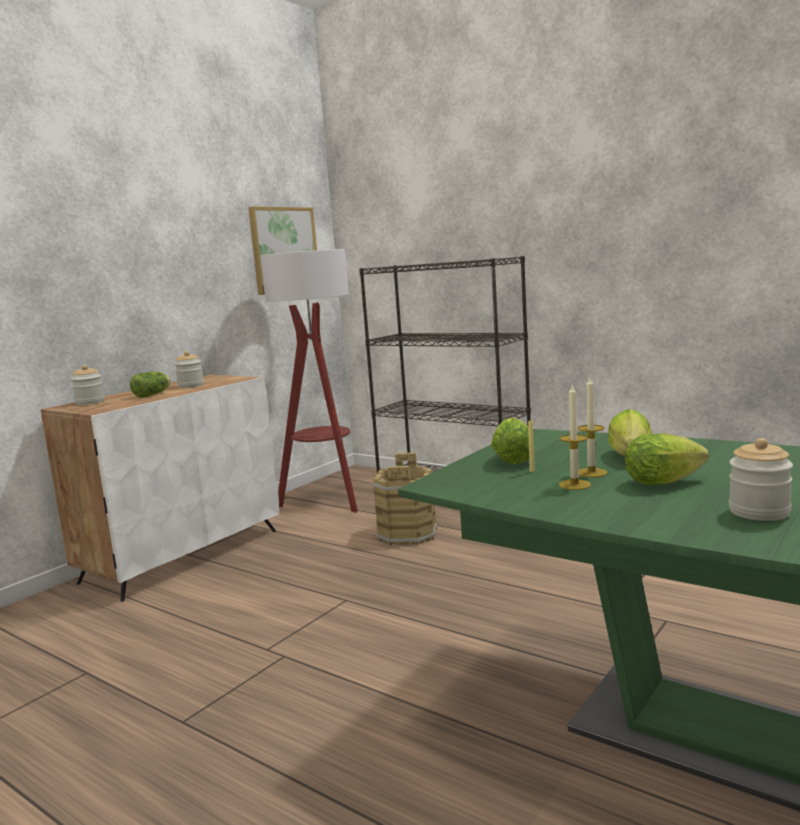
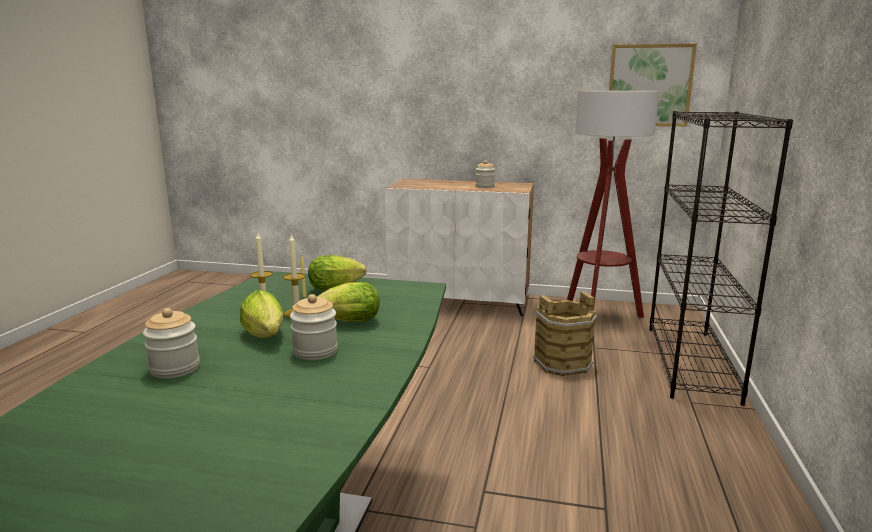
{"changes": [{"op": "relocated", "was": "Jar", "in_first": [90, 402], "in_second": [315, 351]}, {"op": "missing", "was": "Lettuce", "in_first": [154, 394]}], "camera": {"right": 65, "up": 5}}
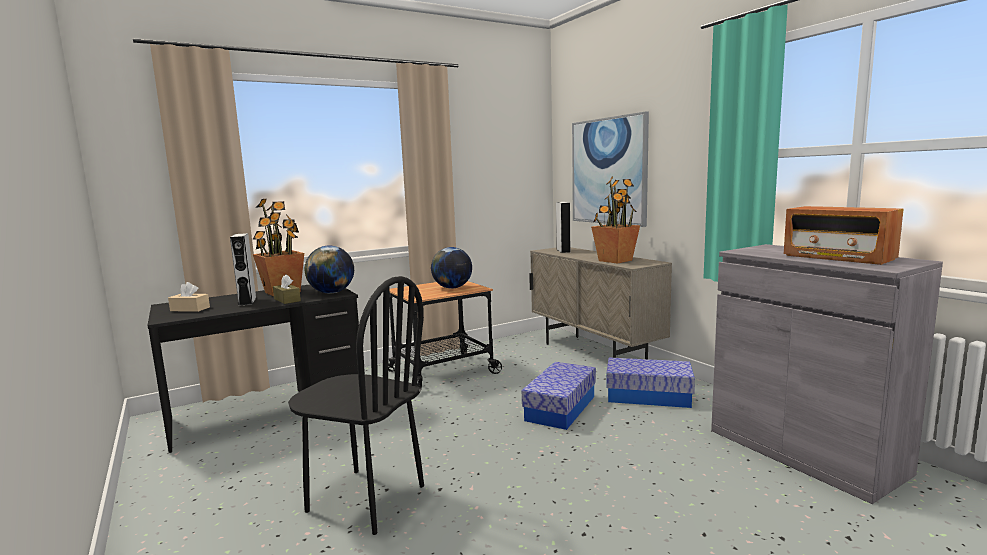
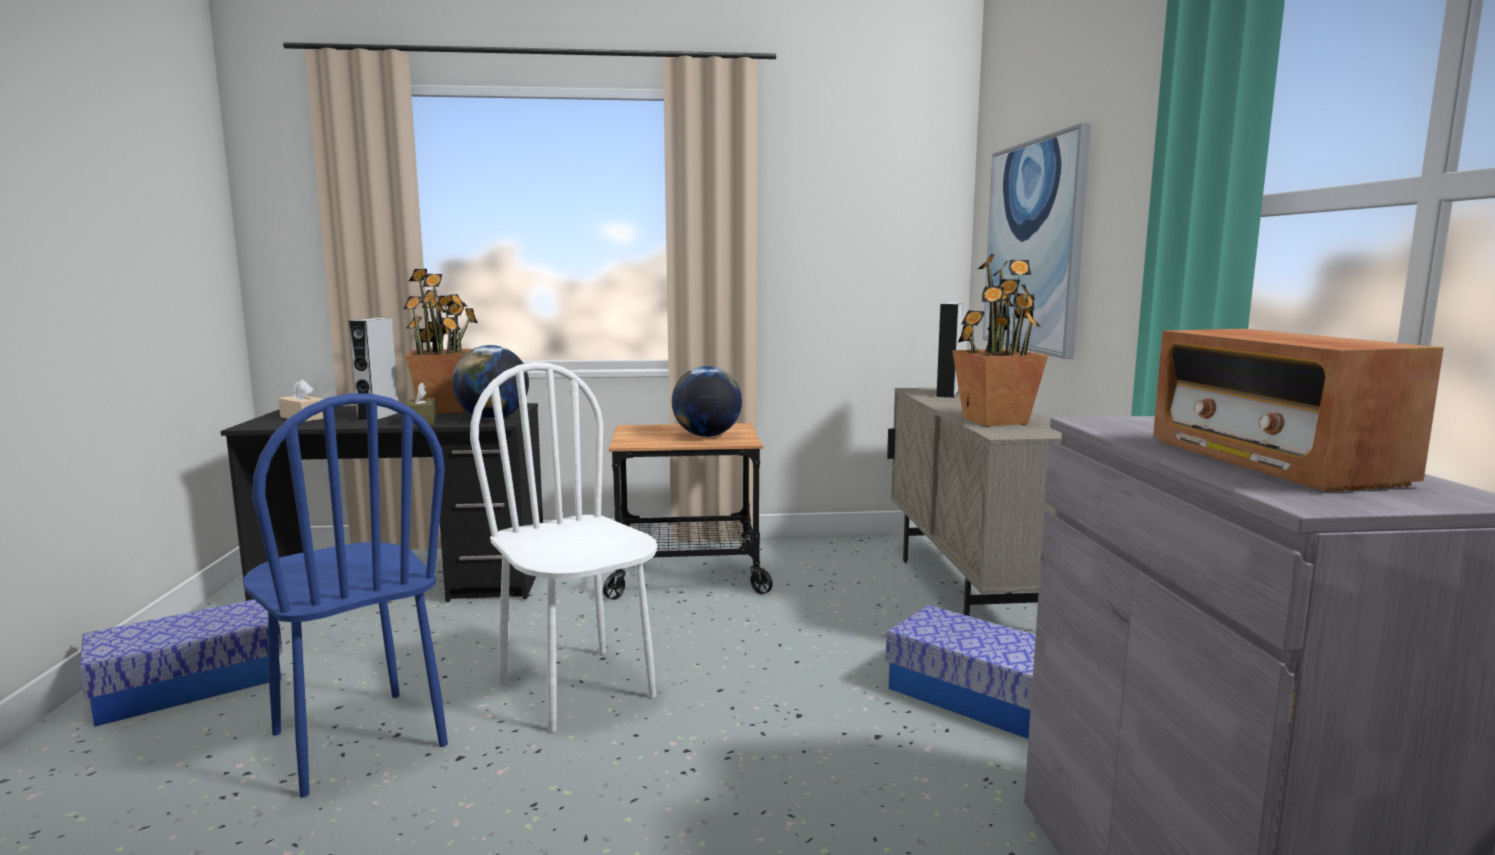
{"changes": [{"op": "colour", "was": "BlackChair", "now": "BlueChair", "in_first": [365, 499], "in_second": [357, 740]}, {"op": "relocated", "was": "StorageBox", "in_first": [560, 408], "in_second": [189, 685]}, {"op": "appeared", "now": "WhiteChair", "in_second": [578, 688]}], "camera": {"right": 25, "up": 0}}
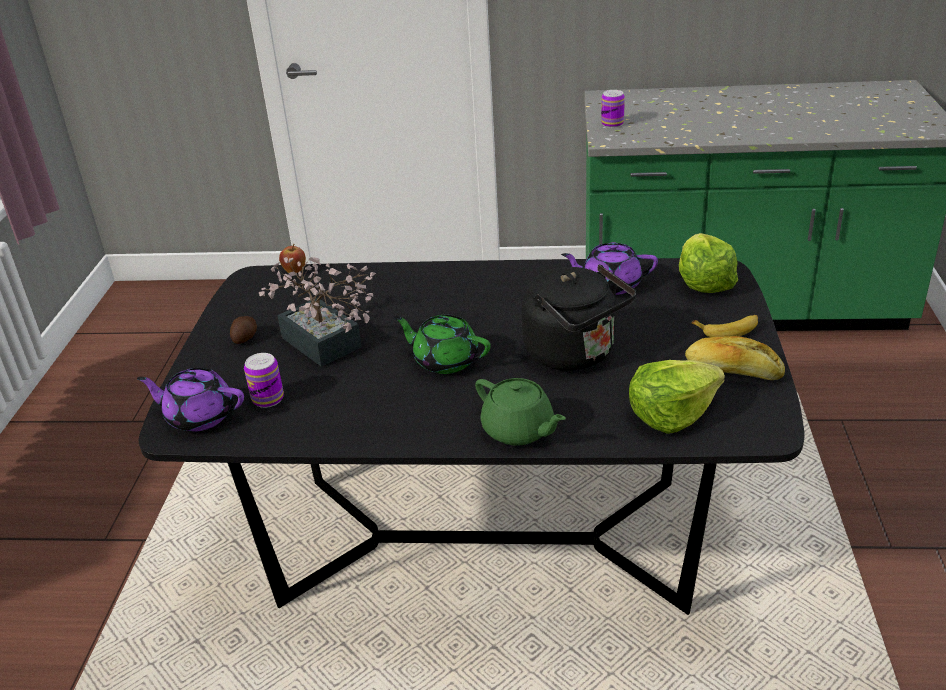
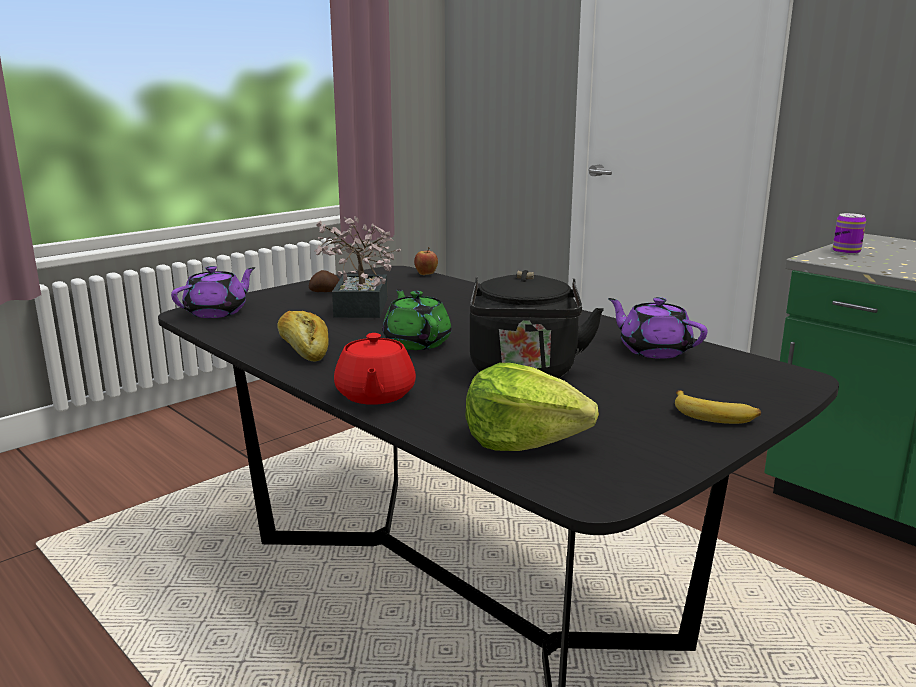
{"changes": [{"op": "missing", "was": "Lettuce", "in_first": [704, 282]}, {"op": "relocated", "was": "Bread", "in_first": [733, 371], "in_second": [304, 349]}, {"op": "missing", "was": "Can", "in_first": [268, 399]}, {"op": "spun", "was": "PurpleTeapot", "in_first": [199, 416], "in_second": [217, 312], "clockwise": 75}, {"op": "colour", "was": "GreenTeapot", "now": "RedTeapot", "in_first": [518, 430], "in_second": [375, 395]}], "camera": {"right": 40, "up": -15}}
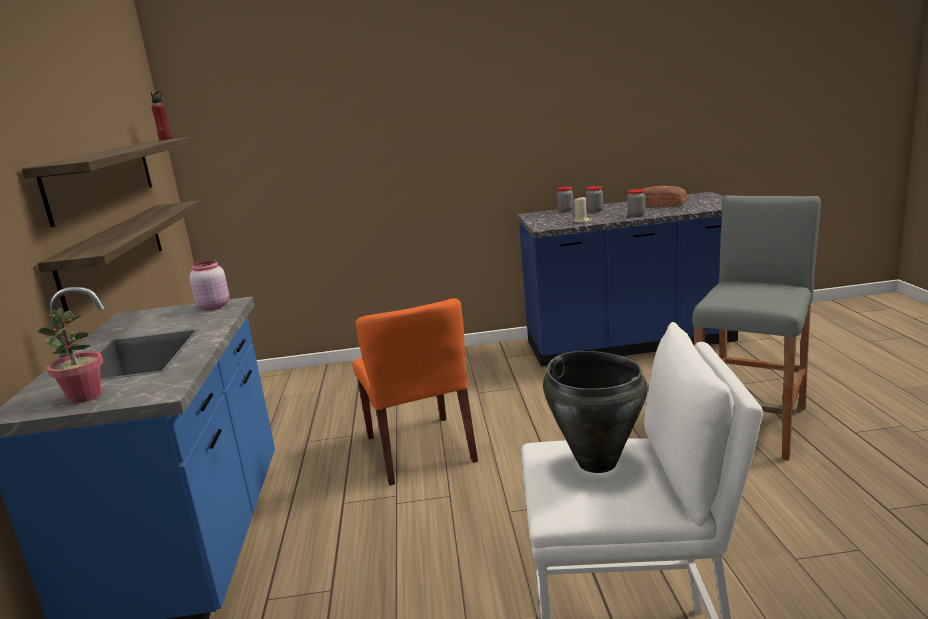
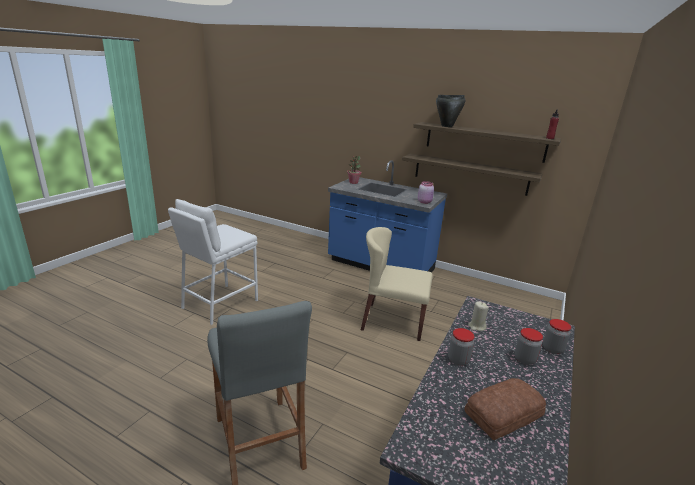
{"changes": [{"op": "colour", "was": "OrangeChair", "now": "BeigeChair", "in_first": [420, 449], "in_second": [392, 321]}, {"op": "relocated", "was": "BlackCookingPot", "in_first": [597, 462], "in_second": [447, 126]}], "camera": {"right": 120, "up": 5}}
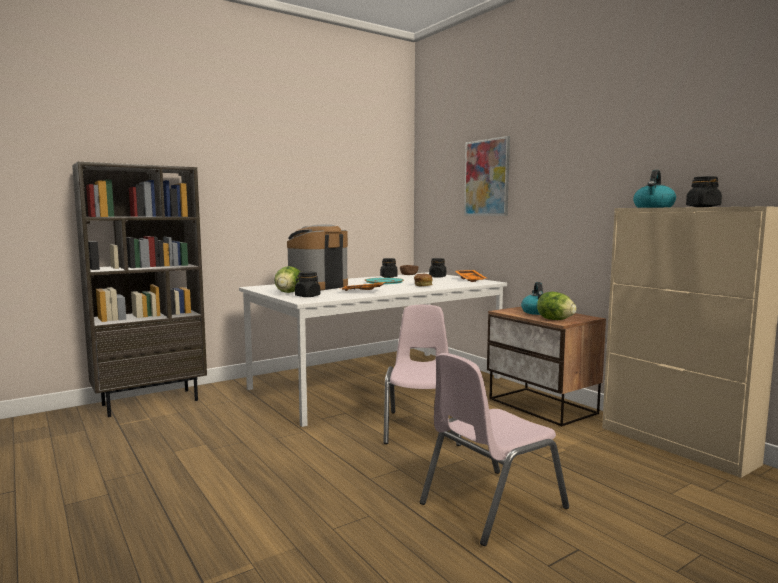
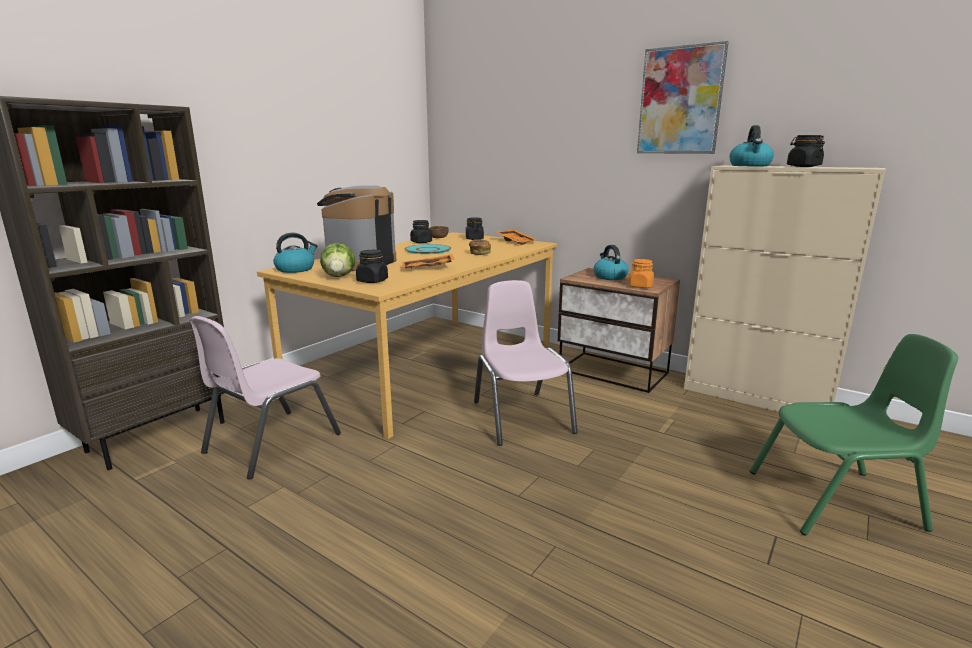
{"changes": [{"op": "relocated", "was": "Picture", "in_first": [487, 178], "in_second": [680, 101]}, {"op": "colour", "was": "WhiteDiningTable", "now": "OrangeDiningTable", "in_first": [377, 383], "in_second": [430, 366]}, {"op": "exchanged", "was": "Lettuce", "now": "OrangeJar", "in_first": [555, 320], "in_second": [640, 286]}, {"op": "relocated", "was": "PinkChair", "in_first": [491, 505], "in_second": [271, 443]}, {"op": "appeared", "now": "Kettle", "in_second": [296, 269]}, {"op": "appeared", "now": "GreenChair", "in_second": [835, 501]}], "camera": {"right": -20, "up": 10}}
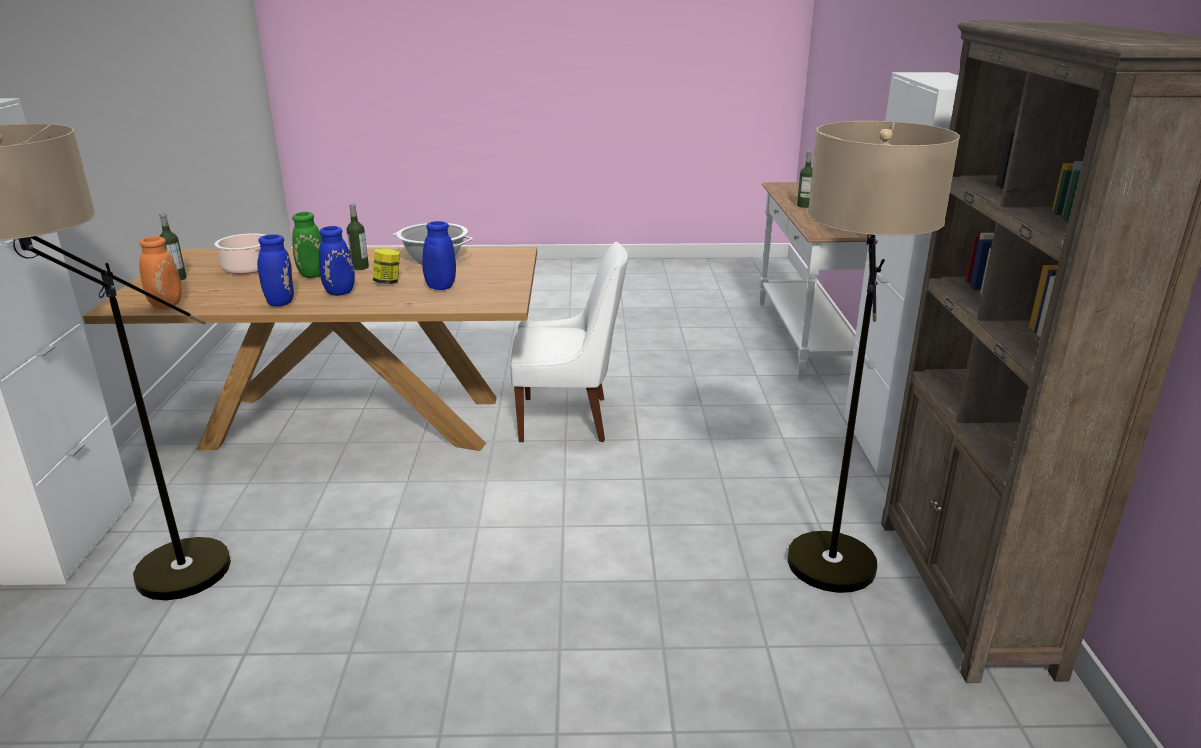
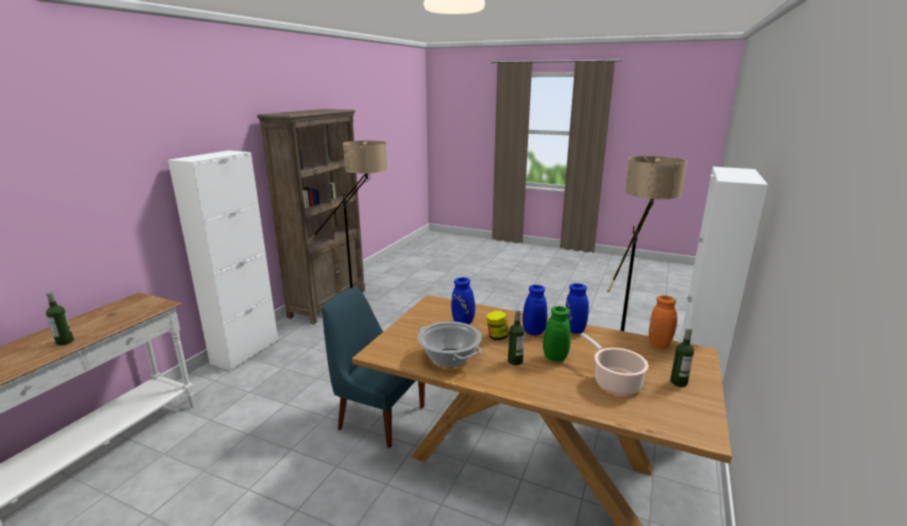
{"changes": [{"op": "colour", "was": "WhiteChair", "now": "BlueChair", "in_first": [568, 419], "in_second": [379, 416]}], "camera": {"right": -155, "up": -5}}
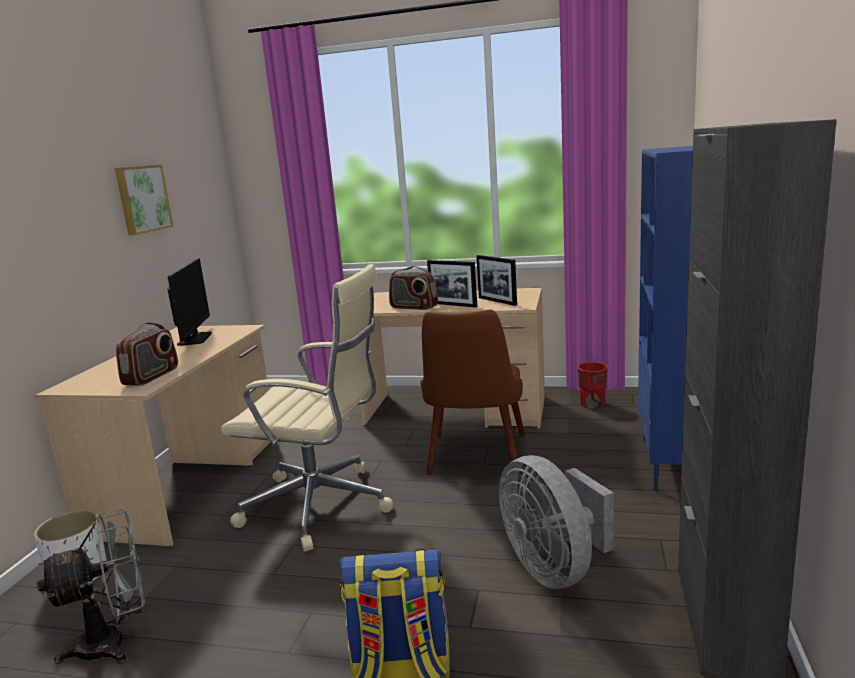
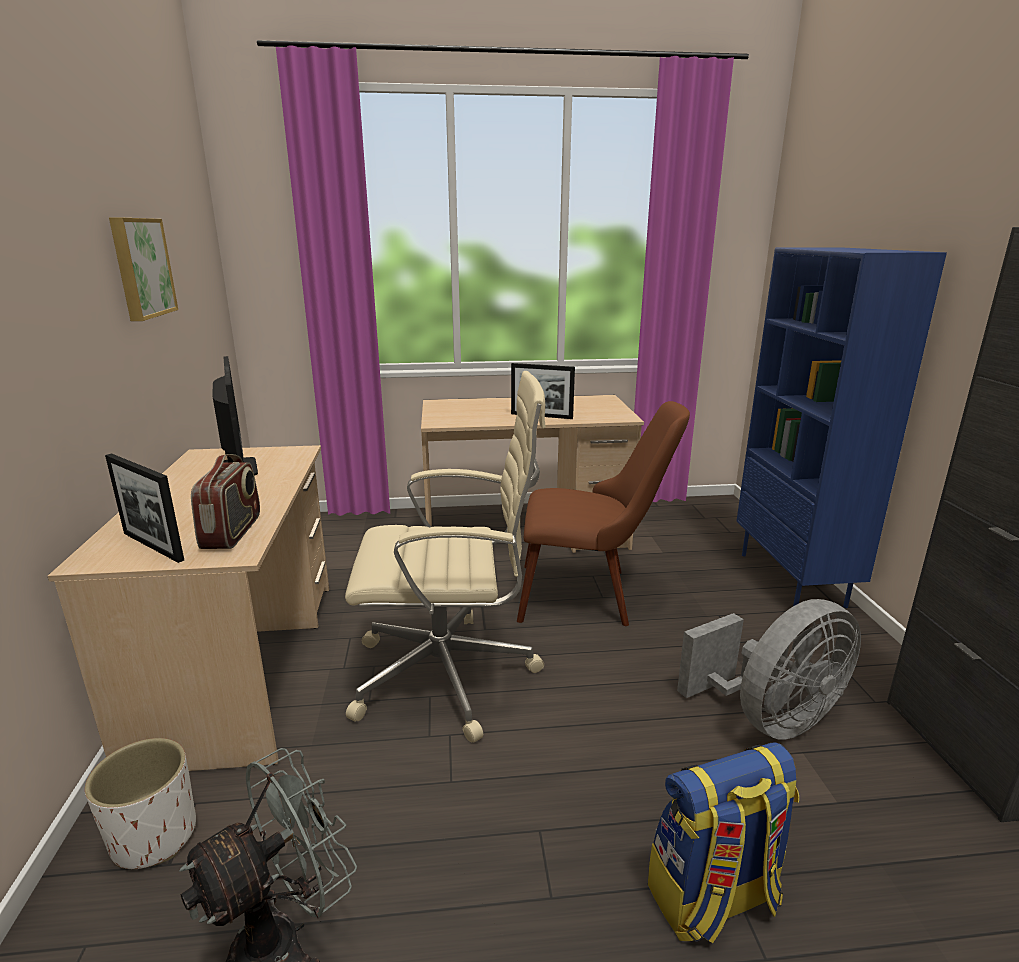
{"changes": [{"op": "relocated", "was": "PictureFrame", "in_first": [497, 301], "in_second": [153, 546]}, {"op": "missing", "was": "Radio", "in_first": [413, 307]}, {"op": "spun", "was": "BrownChair", "in_first": [475, 461], "in_second": [591, 594], "clockwise": -75}, {"op": "missing", "was": "RedPlanter", "in_first": [592, 403]}, {"op": "spun", "was": "GreyFan", "in_first": [554, 568], "in_second": [770, 718], "clockwise": -75}], "camera": {"right": -20, "up": 5}}
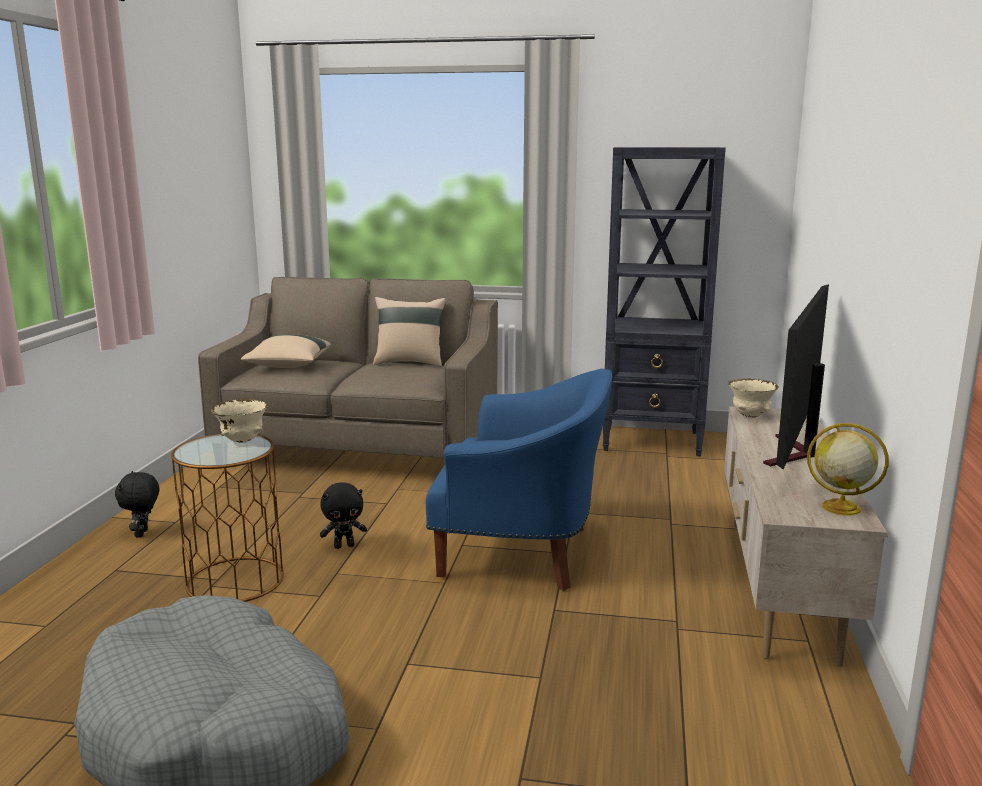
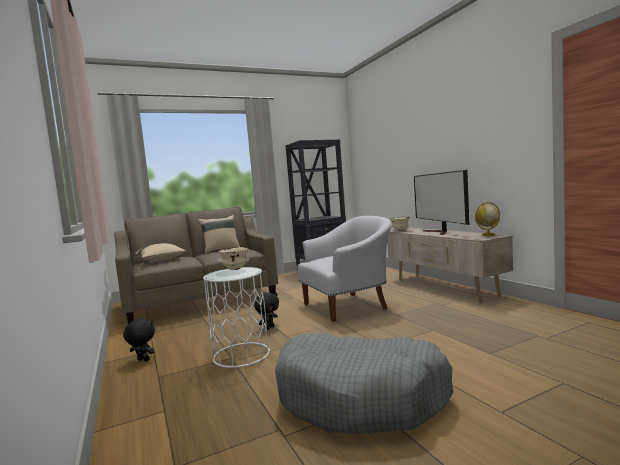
{"changes": [{"op": "colour", "was": "BlueArmchair", "now": "WhiteArmchair", "in_first": [523, 553], "in_second": [348, 306]}, {"op": "colour", "was": "BrownSideTable", "now": "WhiteSideTable", "in_first": [234, 580], "in_second": [241, 355]}, {"op": "spun", "was": "BlackPlushToy", "in_first": [143, 534], "in_second": [142, 360], "clockwise": 150}], "camera": {"right": -35, "up": -10}}
